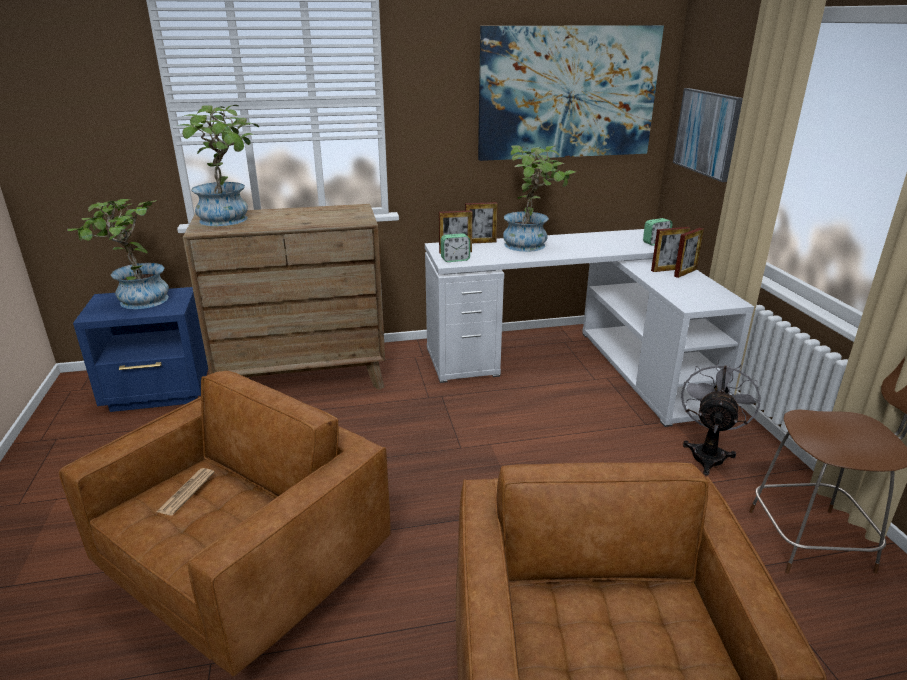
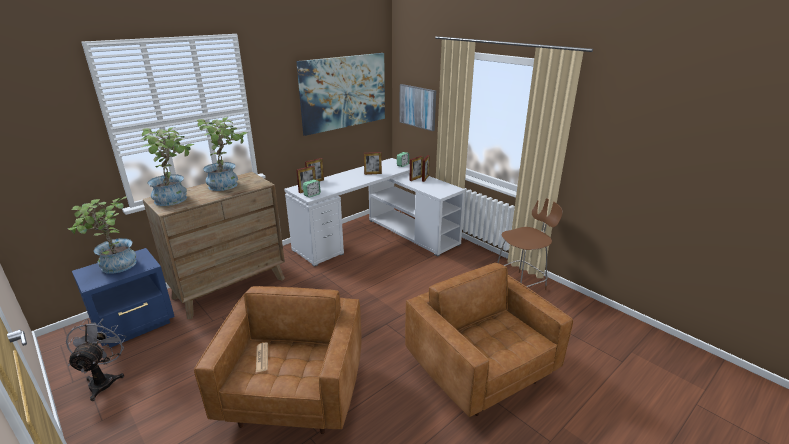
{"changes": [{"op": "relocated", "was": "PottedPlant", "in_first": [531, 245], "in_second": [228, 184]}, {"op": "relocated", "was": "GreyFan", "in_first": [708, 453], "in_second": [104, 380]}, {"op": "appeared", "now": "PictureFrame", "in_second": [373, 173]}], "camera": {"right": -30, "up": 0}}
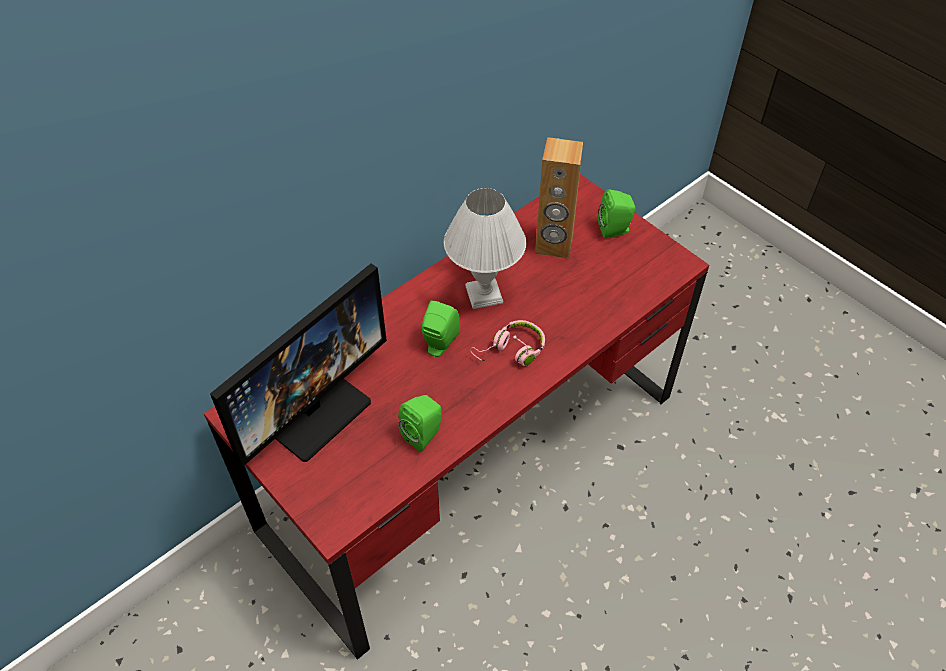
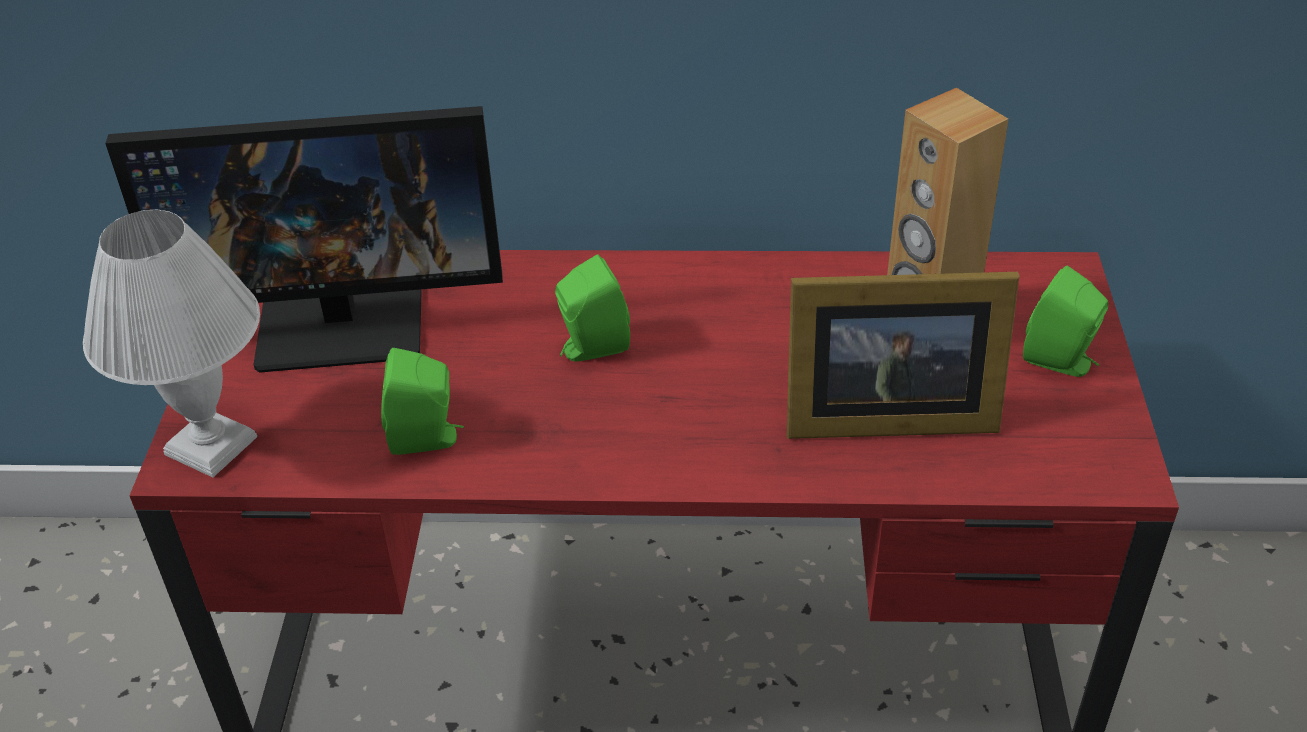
{"changes": [{"op": "relocated", "was": "WhiteTableLamp", "in_first": [483, 294], "in_second": [211, 444]}, {"op": "missing", "was": "PinkHeadphones", "in_first": [511, 351]}, {"op": "appeared", "now": "PictureFrame", "in_second": [881, 414]}], "camera": {"right": 45, "up": -10}}
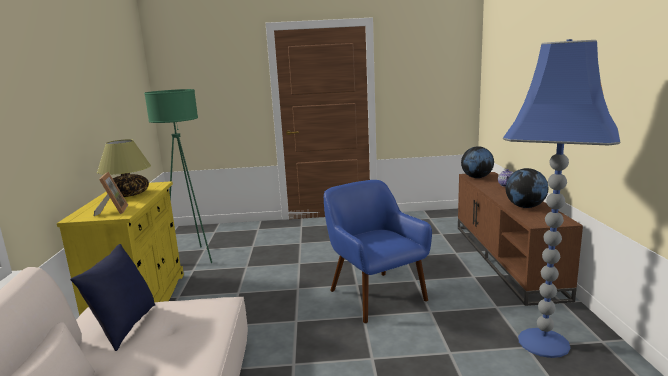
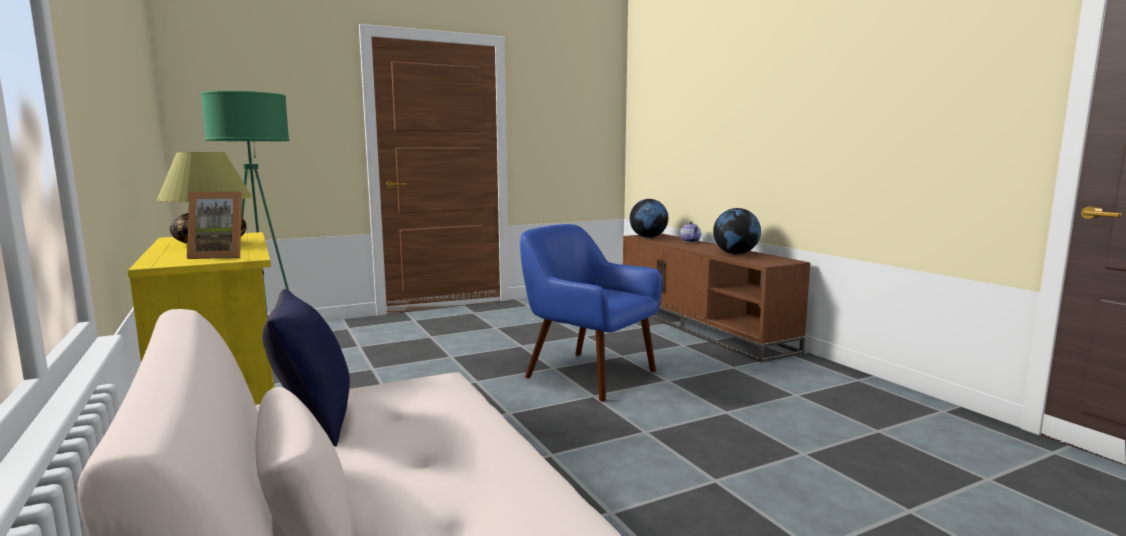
{"changes": [{"op": "missing", "was": "BlueFloorLamp", "in_first": [544, 342]}, {"op": "spun", "was": "PictureFrame", "in_first": [113, 211], "in_second": [220, 255], "clockwise": 120}], "camera": {"right": -25, "up": -5}}
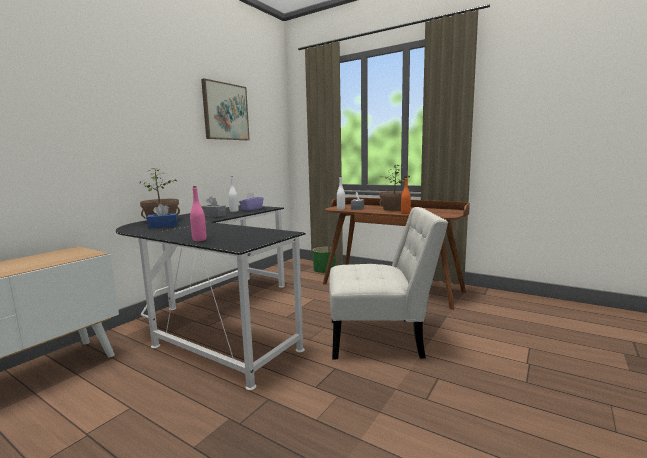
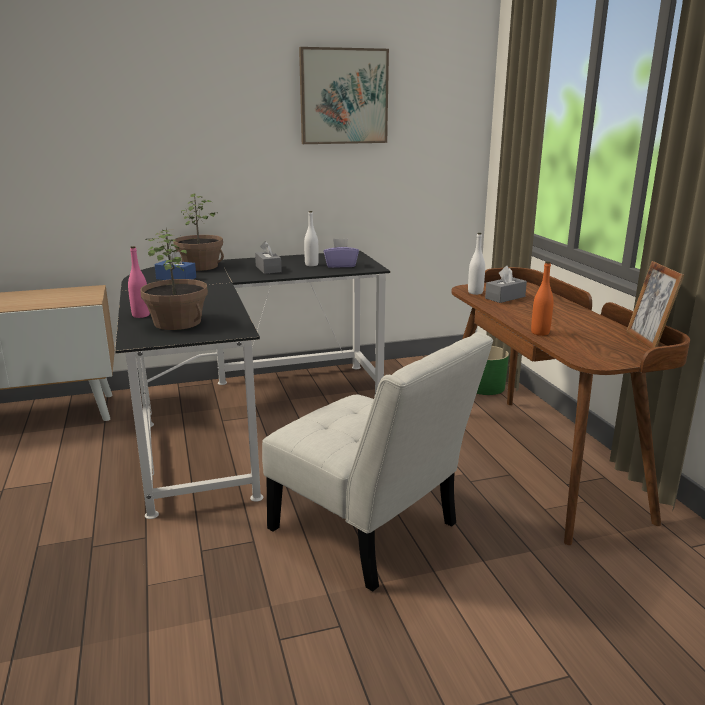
{"changes": [{"op": "relocated", "was": "PottedPlant", "in_first": [394, 209], "in_second": [178, 322]}, {"op": "appeared", "now": "PictureFrame", "in_second": [647, 341]}], "camera": {"right": 40, "up": 10}}
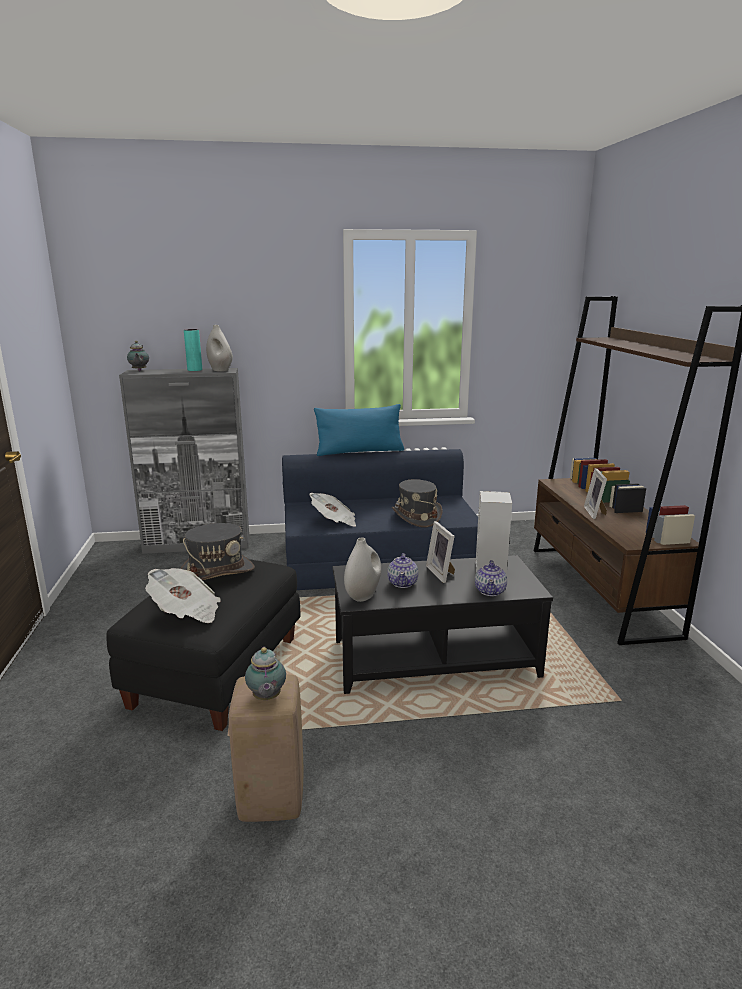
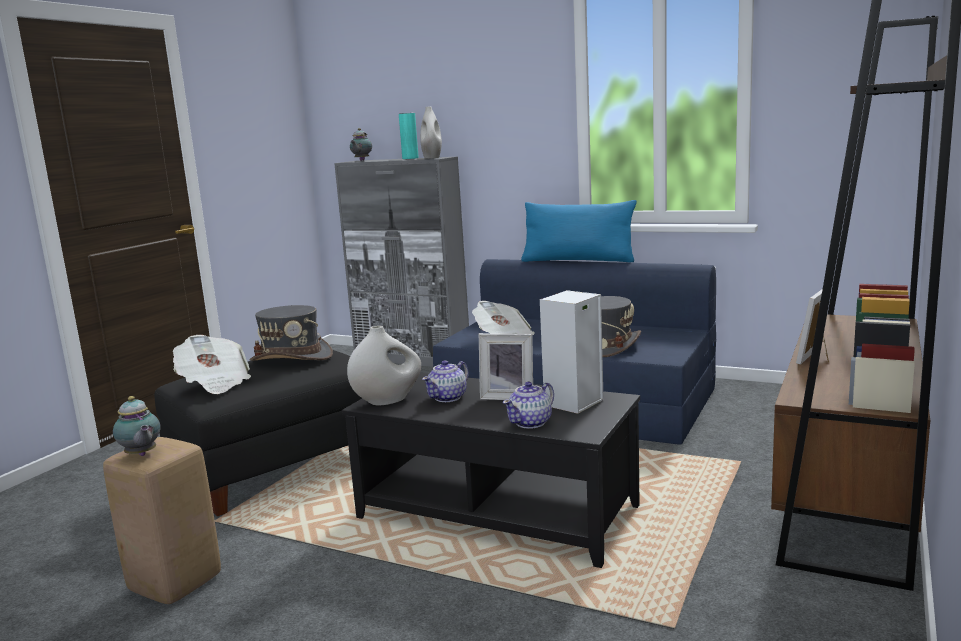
{"changes": [{"op": "spun", "was": "PictureFrame", "in_first": [442, 573], "in_second": [508, 396], "clockwise": -90}, {"op": "spun", "was": "Teapot", "in_first": [266, 698], "in_second": [141, 455], "clockwise": -60}], "camera": {"right": 35, "up": -5}}
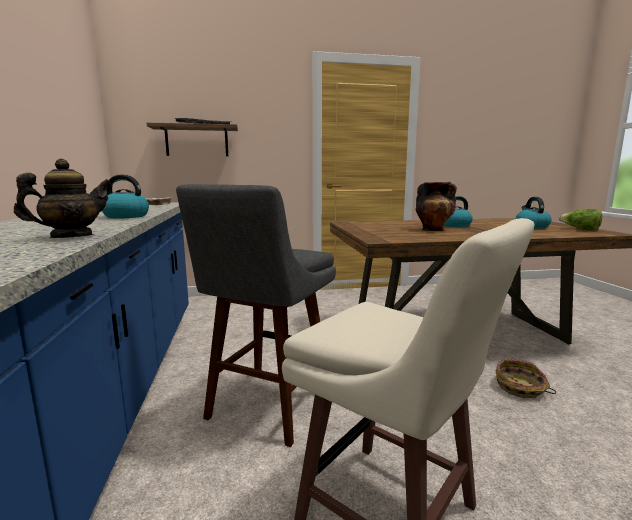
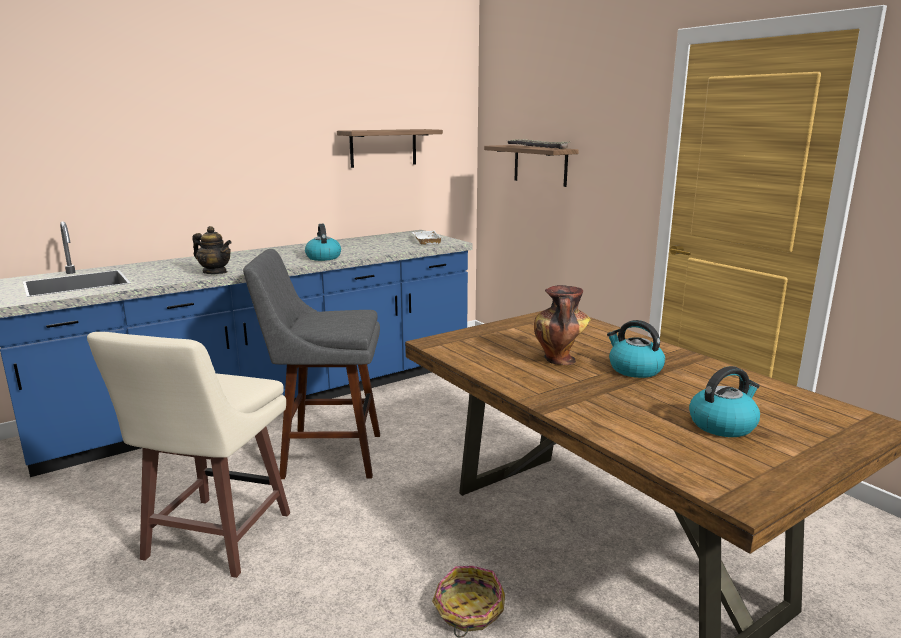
{"changes": [{"op": "missing", "was": "Lettuce", "in_first": [580, 229]}, {"op": "appeared", "now": "Shelf", "in_second": [383, 148]}], "camera": {"right": 65, "up": 5}}
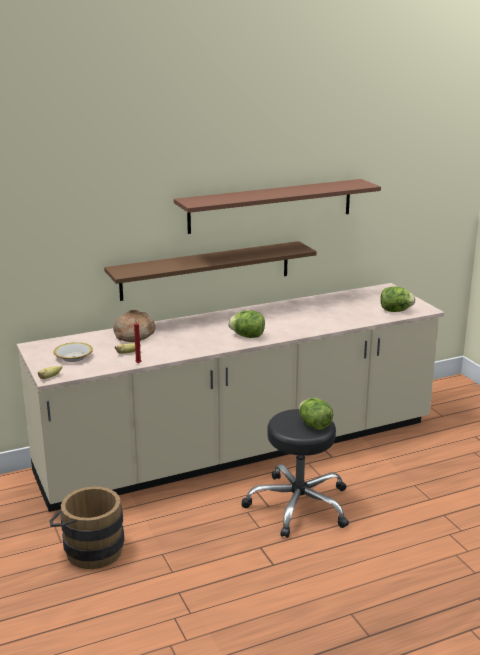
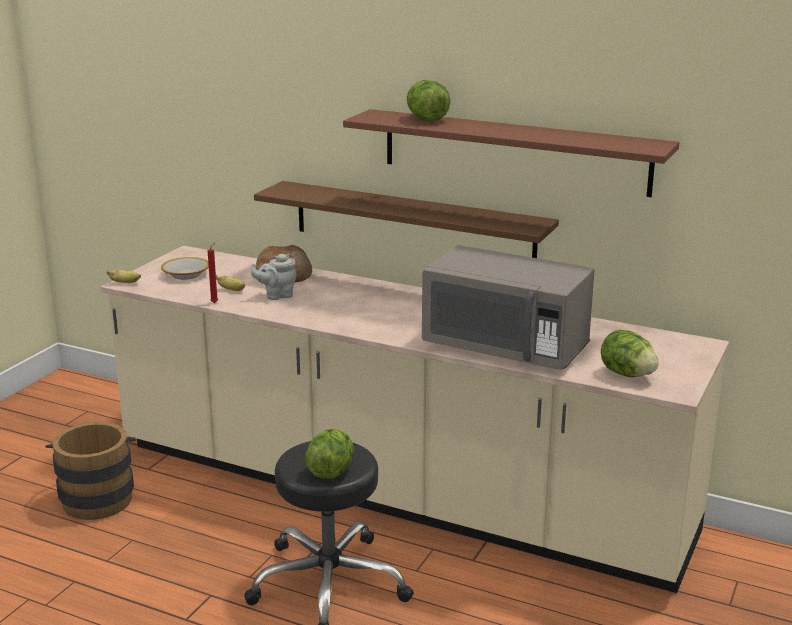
{"changes": [{"op": "relocated", "was": "Lettuce", "in_first": [247, 336], "in_second": [426, 120]}, {"op": "appeared", "now": "GreyMicrowave", "in_second": [505, 348]}, {"op": "appeared", "now": "GreyTeapot", "in_second": [277, 295]}], "camera": {"right": 50, "up": 0}}
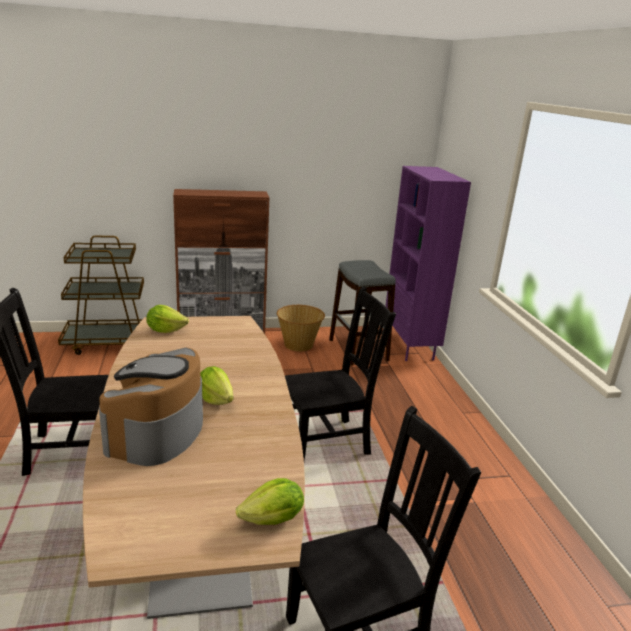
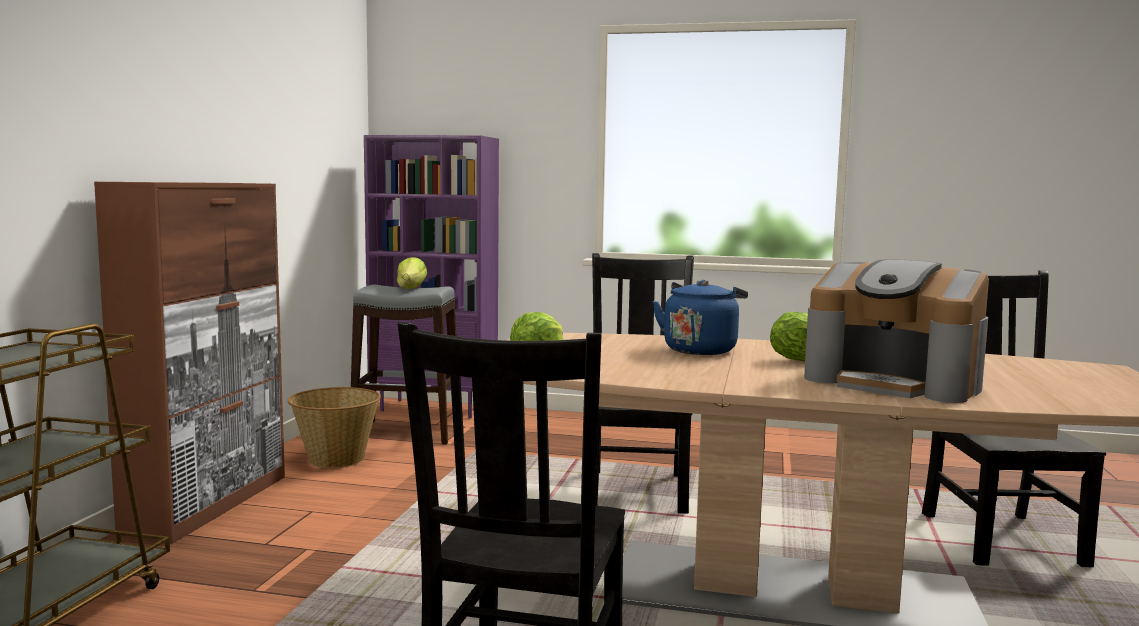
{"changes": [{"op": "relocated", "was": "Lettuce", "in_first": [273, 520], "in_second": [411, 288]}, {"op": "appeared", "now": "BlueKettle", "in_second": [701, 350]}], "camera": {"right": -65, "up": -15}}
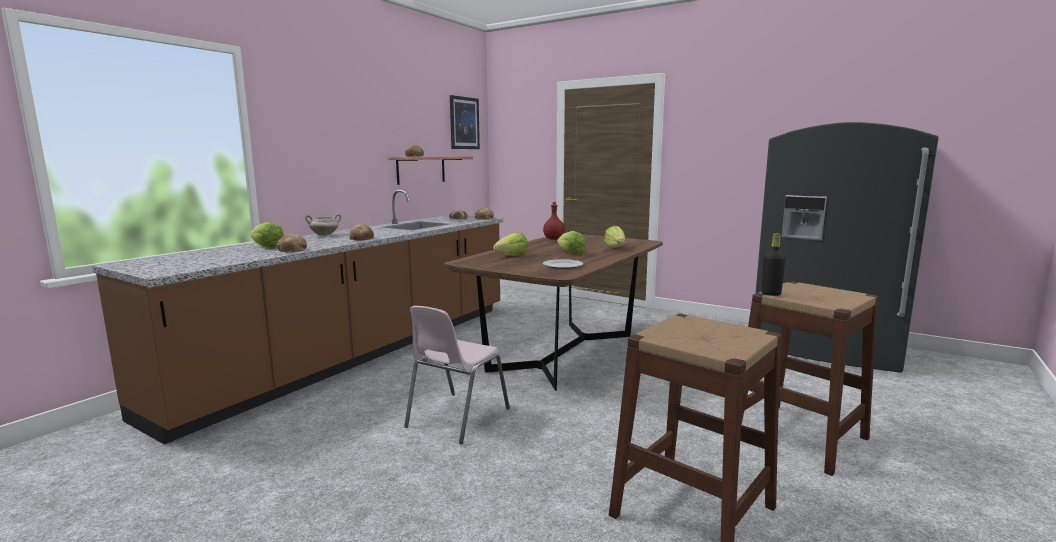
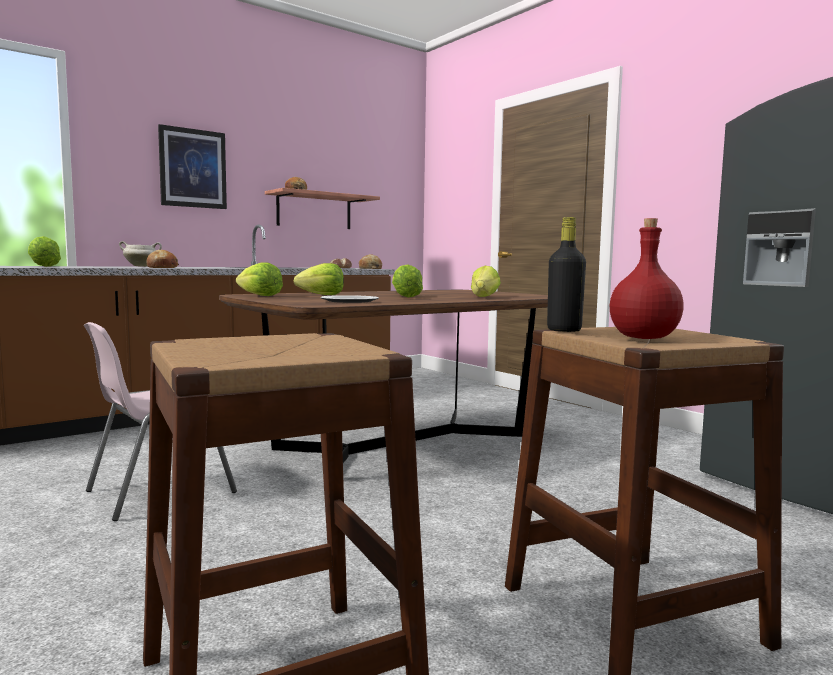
{"changes": [{"op": "relocated", "was": "Picture", "in_first": [464, 123], "in_second": [193, 168]}, {"op": "relocated", "was": "RedBottle", "in_first": [553, 239], "in_second": [642, 338]}, {"op": "missing", "was": "Bread", "in_first": [292, 250]}, {"op": "appeared", "now": "Lettuce", "in_second": [259, 295]}], "camera": {"right": 20, "up": -5}}
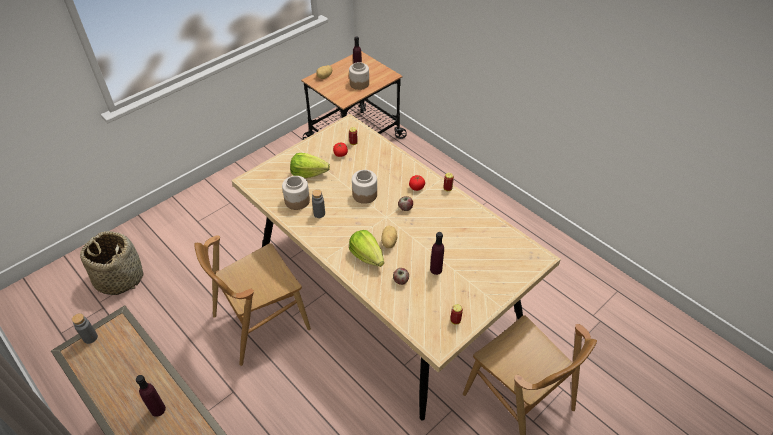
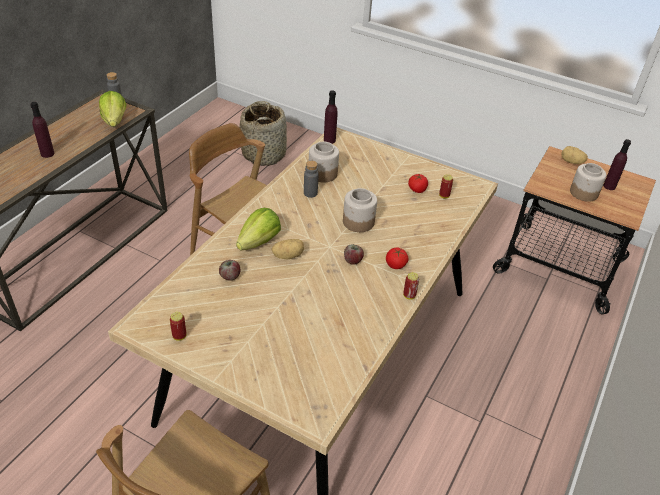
{"changes": [{"op": "relocated", "was": "Lettuce", "in_first": [308, 174], "in_second": [114, 121]}, {"op": "relocated", "was": "PurpleBottle", "in_first": [436, 269], "in_second": [329, 140]}], "camera": {"right": 70, "up": -5}}
